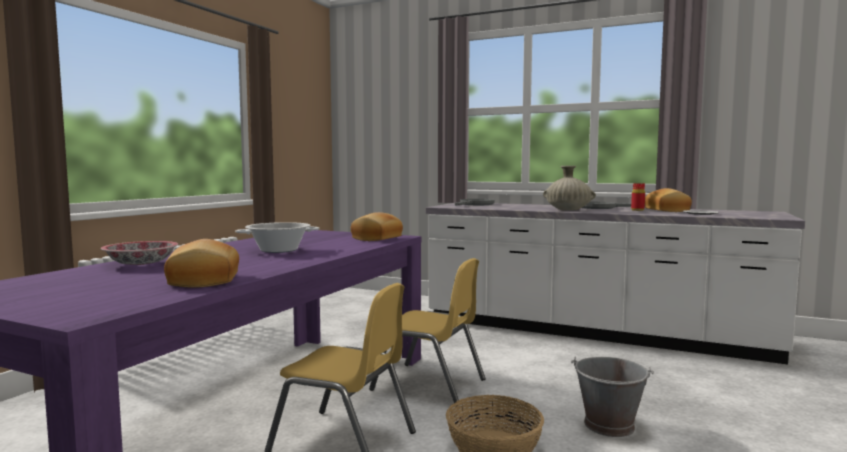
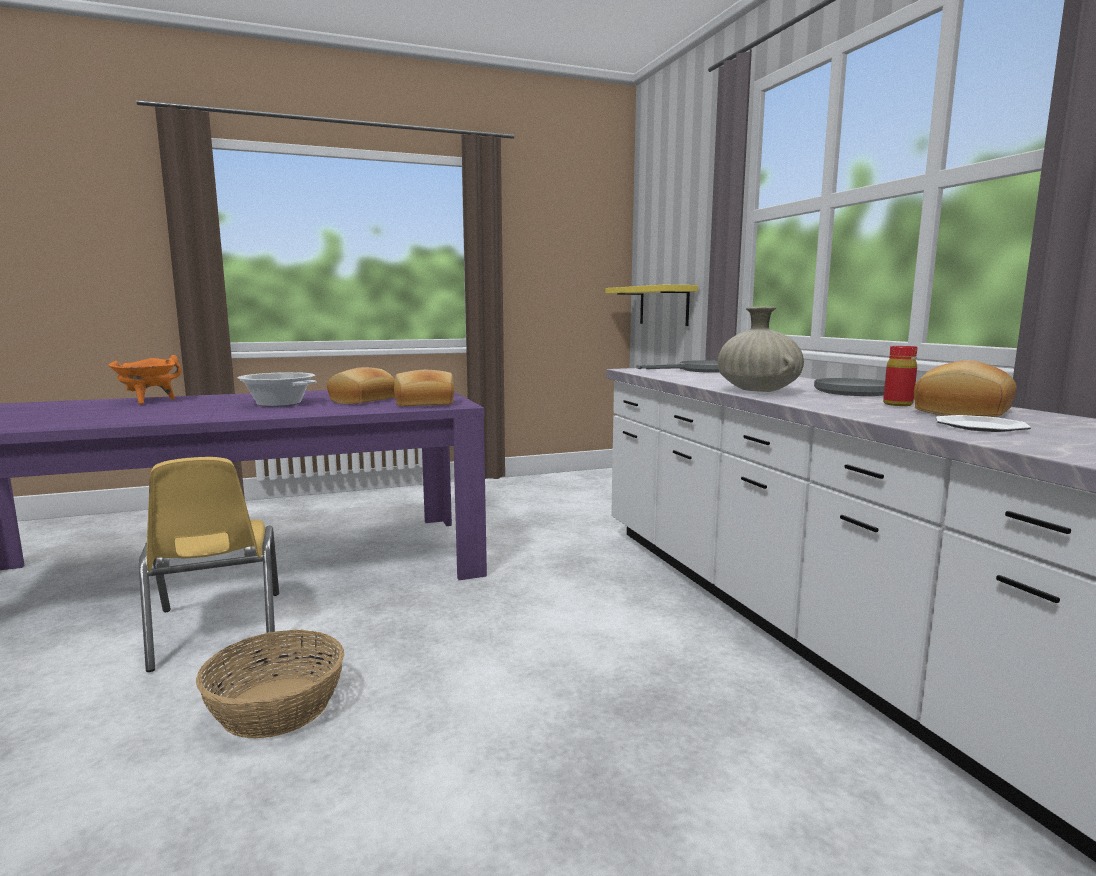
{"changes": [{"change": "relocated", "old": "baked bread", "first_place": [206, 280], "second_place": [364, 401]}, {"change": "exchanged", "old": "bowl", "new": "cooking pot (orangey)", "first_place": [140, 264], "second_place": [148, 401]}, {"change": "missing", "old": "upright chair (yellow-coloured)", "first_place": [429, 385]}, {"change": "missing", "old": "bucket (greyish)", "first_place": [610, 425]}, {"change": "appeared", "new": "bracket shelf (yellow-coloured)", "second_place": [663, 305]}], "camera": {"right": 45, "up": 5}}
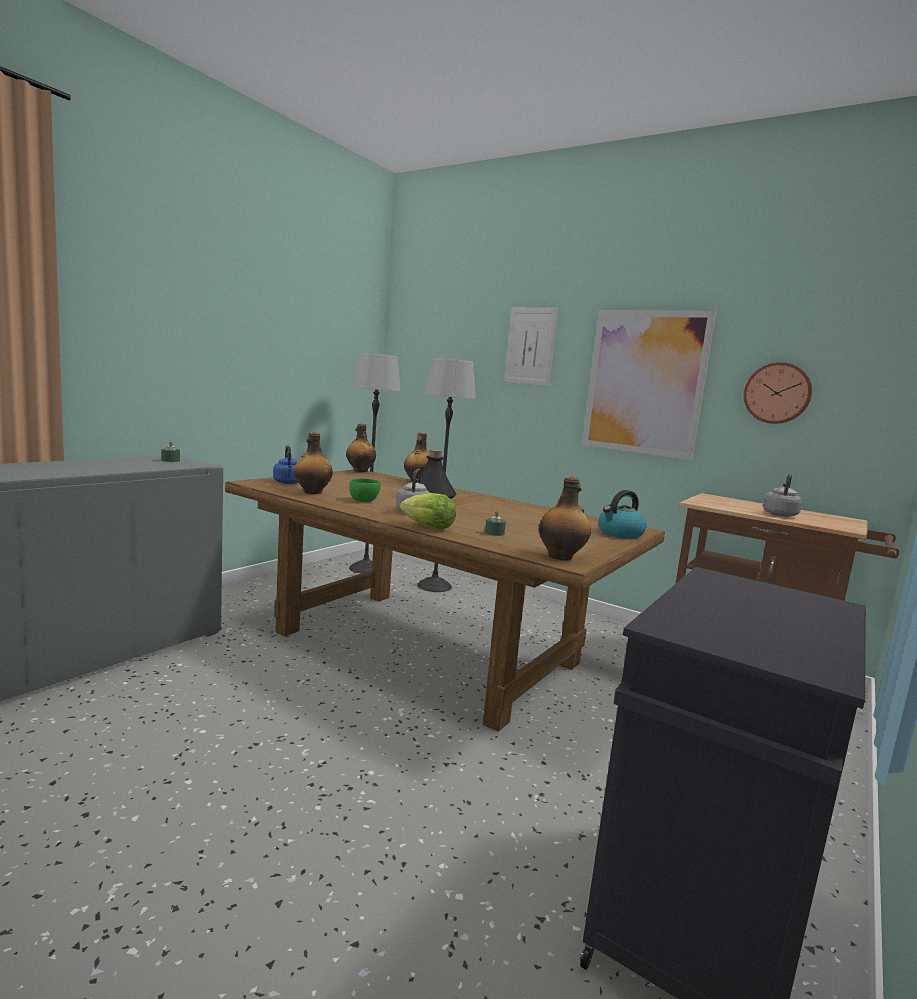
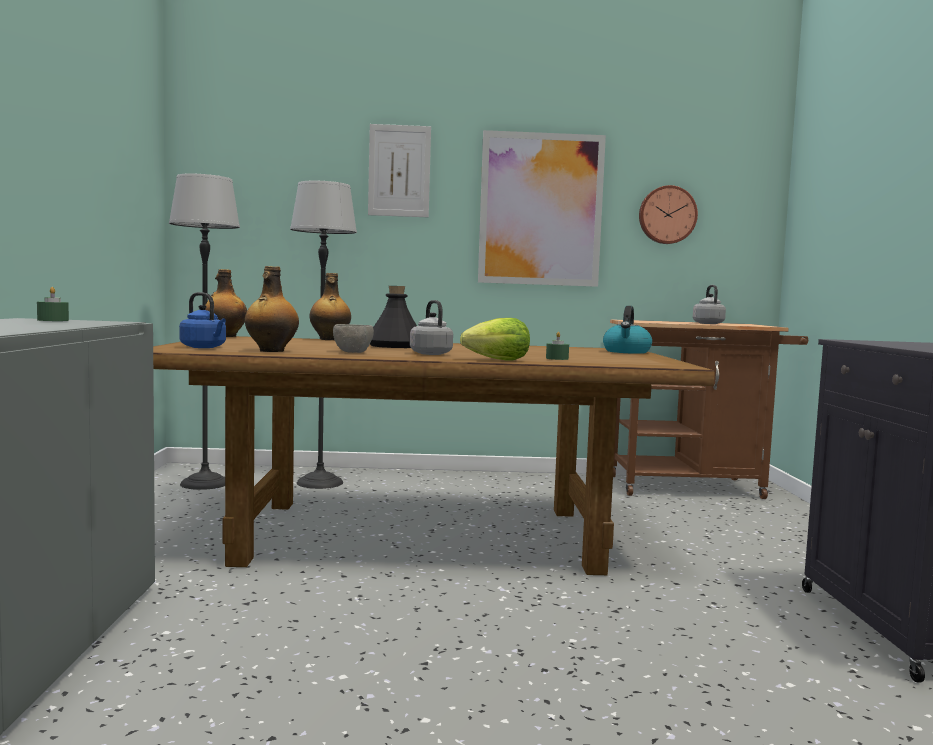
{"changes": [{"change": "missing", "old": "bottle", "first_place": [561, 557]}, {"change": "colour", "old": "bowl (green-coloured)", "new": "bowl (greyish)", "first_place": [363, 500], "second_place": [351, 352]}], "camera": {"right": -35, "up": -5}}
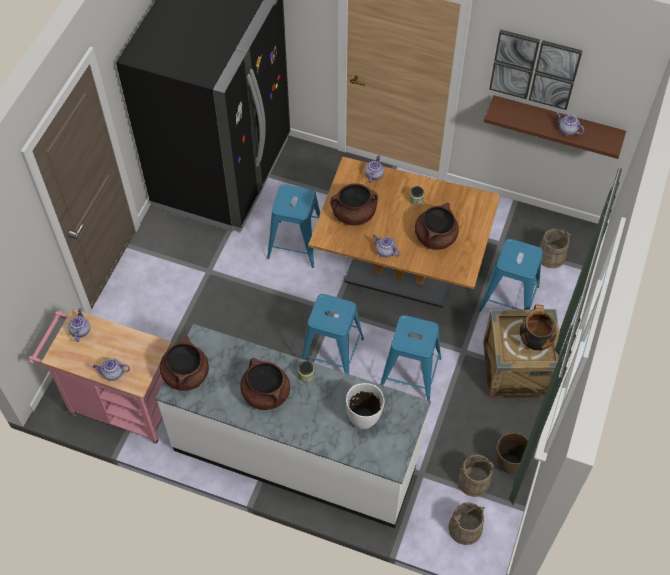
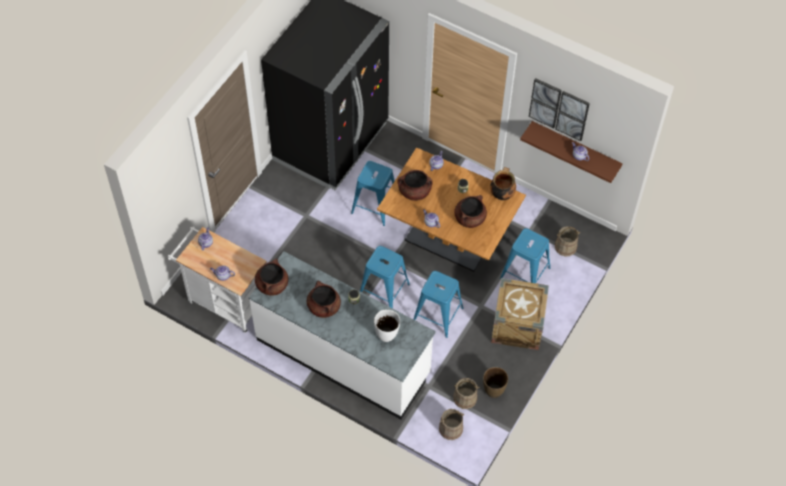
{"changes": [{"change": "relocated", "old": "cooking pot", "first_place": [534, 340], "second_place": [502, 194]}, {"change": "colour", "old": "trolley (pink)", "new": "trolley (whitish)", "first_place": [119, 404], "second_place": [224, 301]}], "camera": {"right": 10, "up": 0}}
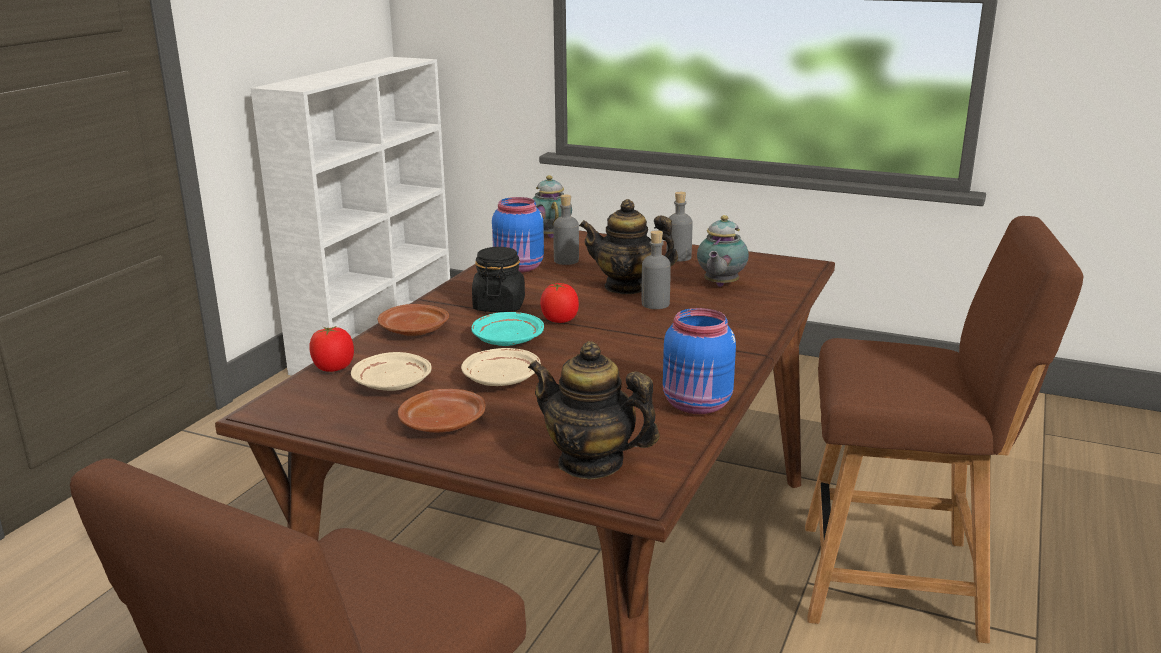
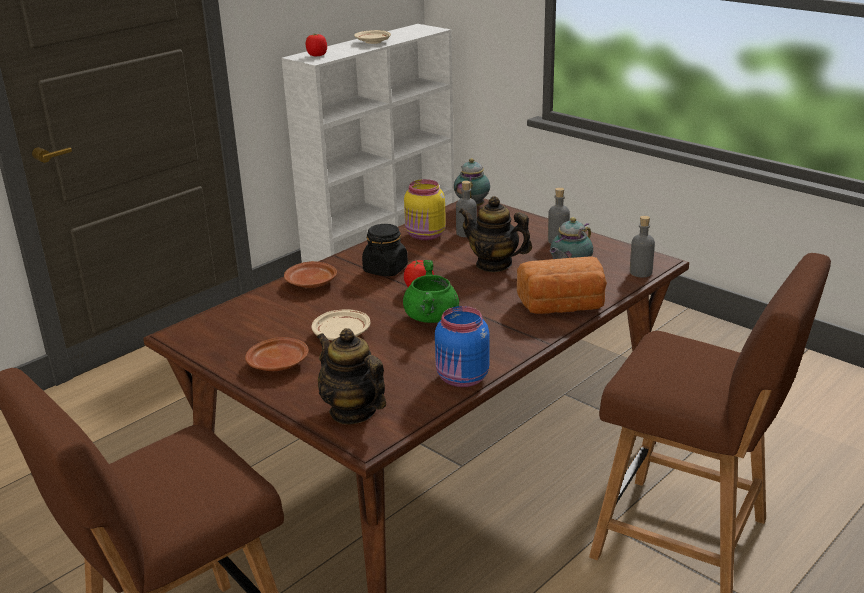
{"changes": [{"change": "colour", "old": "storage jar (blue-coloured)", "new": "storage jar (yellow-coloured)", "first_place": [519, 268], "second_place": [425, 236]}, {"change": "relocated", "old": "bottle (greyish)", "first_place": [655, 304], "second_place": [640, 272]}, {"change": "missing", "old": "plate (blue-green)", "first_place": [507, 340]}, {"change": "relocated", "old": "whole tomato", "first_place": [334, 368], "second_place": [317, 55]}, {"change": "relocated", "old": "plate (beige)", "first_place": [392, 384], "second_place": [373, 42]}, {"change": "appeared", "new": "baked bread", "second_place": [562, 307]}, {"change": "appeared", "new": "cooking pot (green-coloured)", "second_place": [432, 318]}], "camera": {"right": 20, "up": 5}}
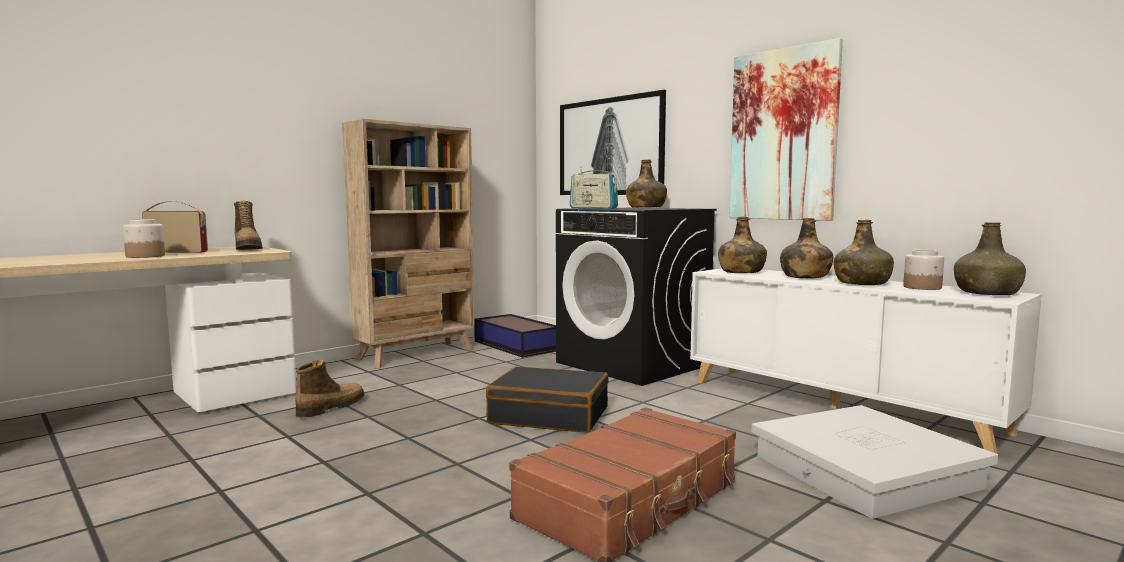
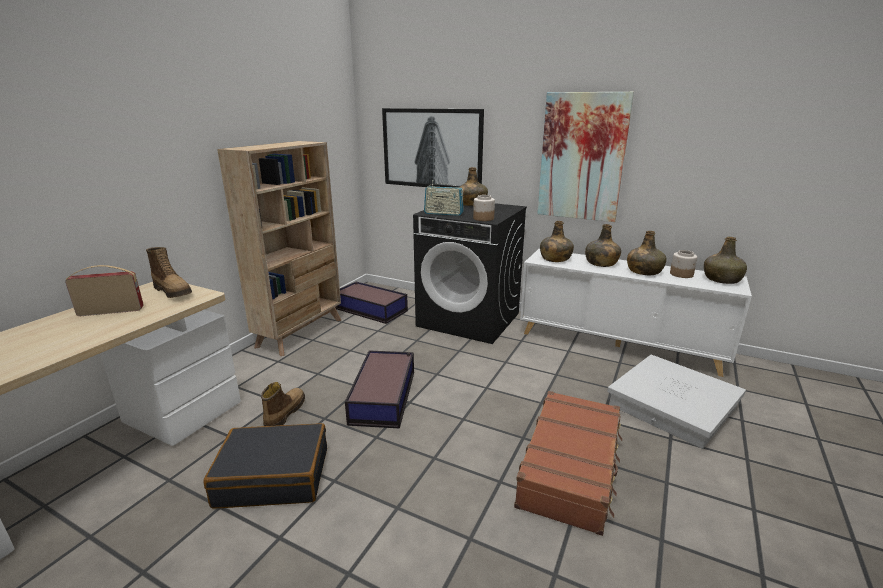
{"changes": [{"change": "relocated", "old": "storage jar", "first_place": [145, 256], "second_place": [483, 218]}, {"change": "relocated", "old": "travel case (black)", "first_place": [549, 415], "second_place": [273, 476]}, {"change": "appeared", "new": "storage container", "second_place": [384, 396]}], "camera": {"right": -20, "up": 15}}
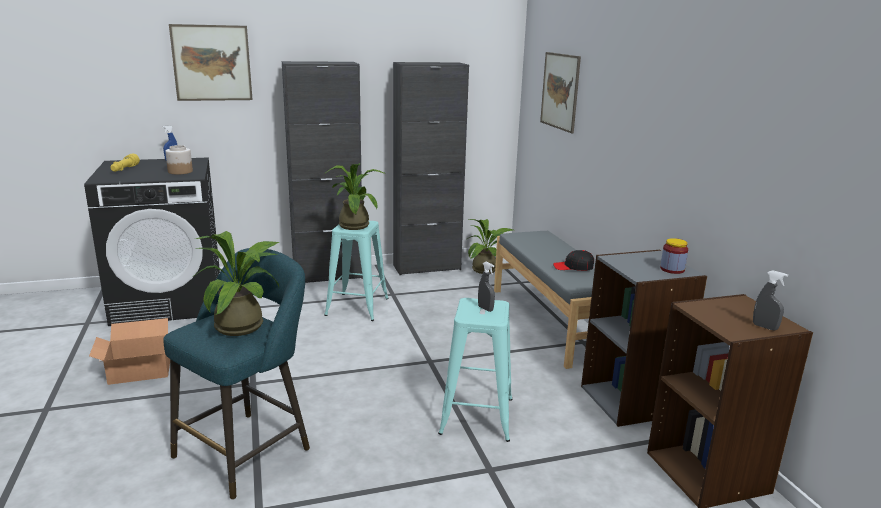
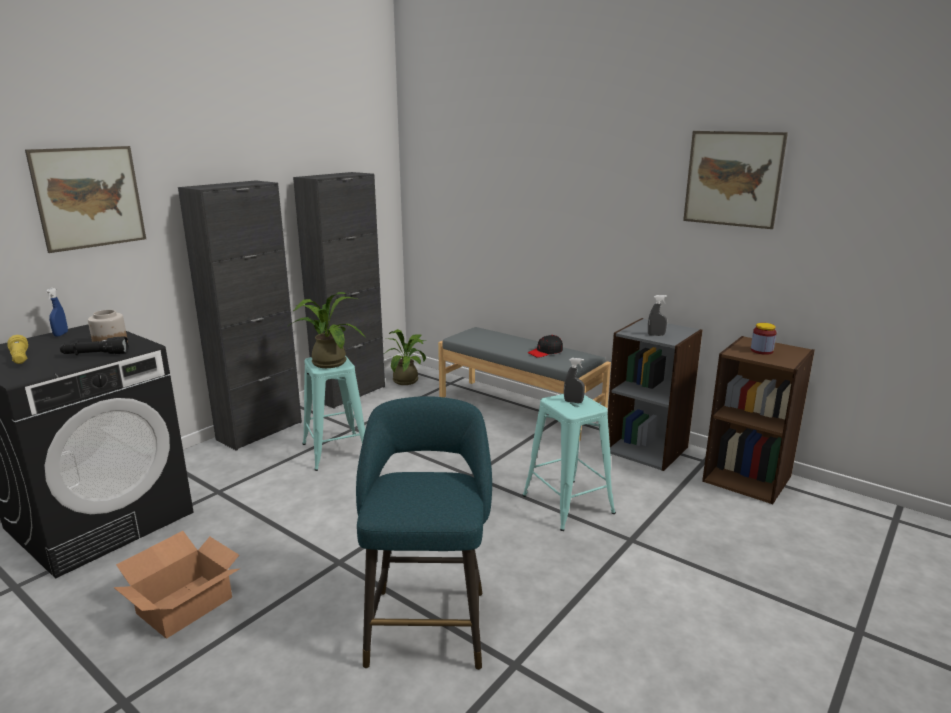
{"changes": [{"change": "relocated", "old": "wall art", "first_place": [560, 91], "second_place": [733, 179]}, {"change": "missing", "old": "houseplant", "first_place": [245, 325]}, {"change": "relocated", "old": "storage jar", "first_place": [672, 269], "second_place": [761, 351]}, {"change": "relocated", "old": "hand sprayer (greyish)", "first_place": [765, 327], "second_place": [656, 335]}, {"change": "appeared", "new": "torch (black)", "second_place": [95, 355]}], "camera": {"right": -35, "up": 0}}
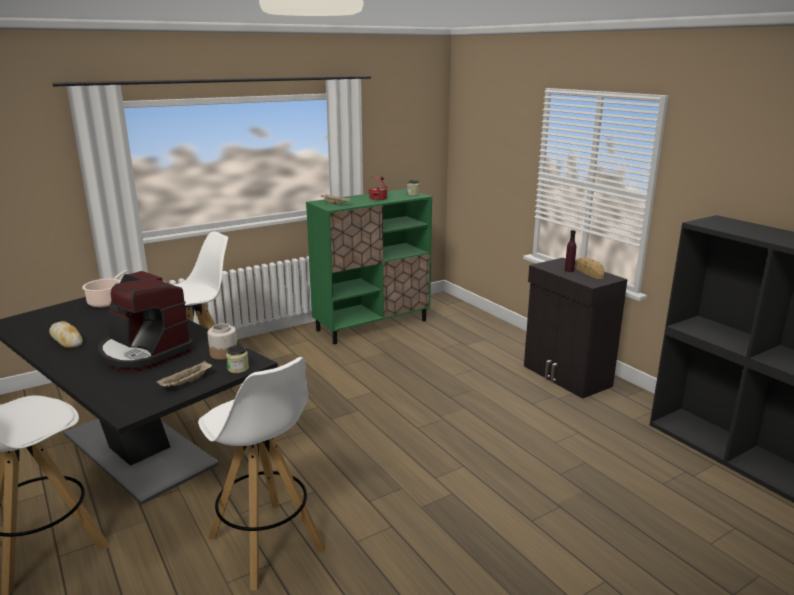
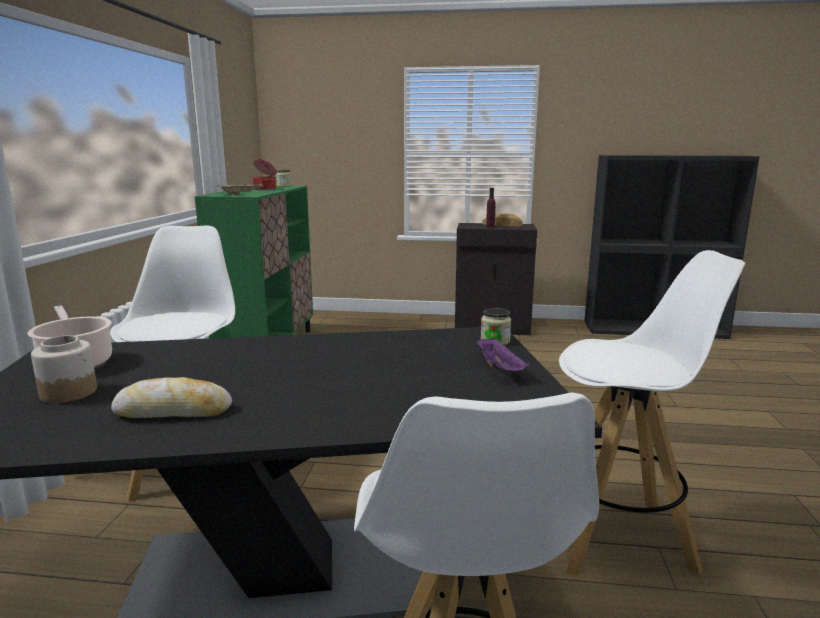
{"changes": [{"change": "missing", "old": "coffee brewer", "first_place": [144, 352]}, {"change": "relocated", "old": "storage jar", "first_place": [224, 353], "second_place": [69, 392]}, {"change": "colour", "old": "tray (beige)", "new": "tray (purple-coloured)", "first_place": [186, 383], "second_place": [500, 368]}], "camera": {"right": -50, "up": -5}}
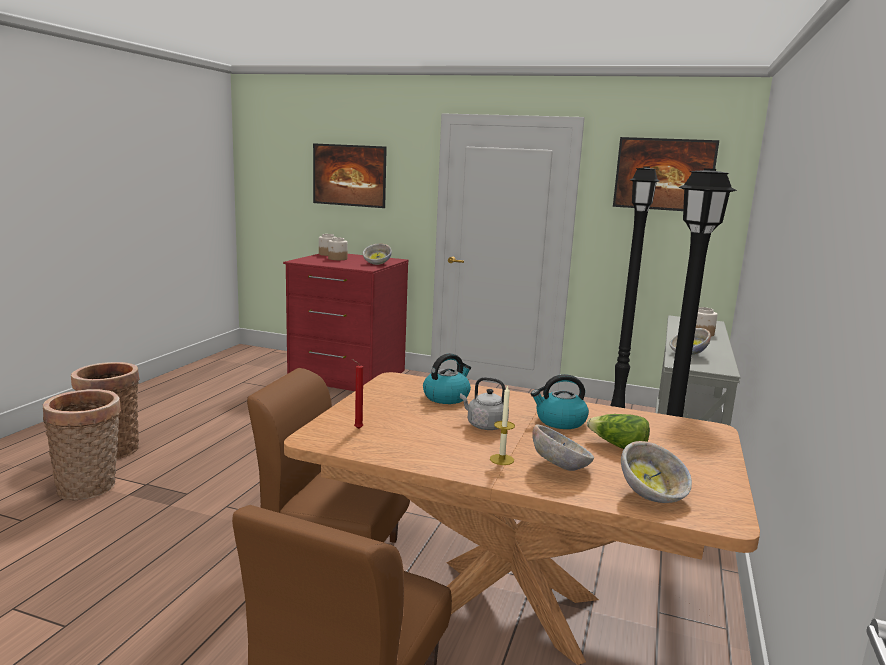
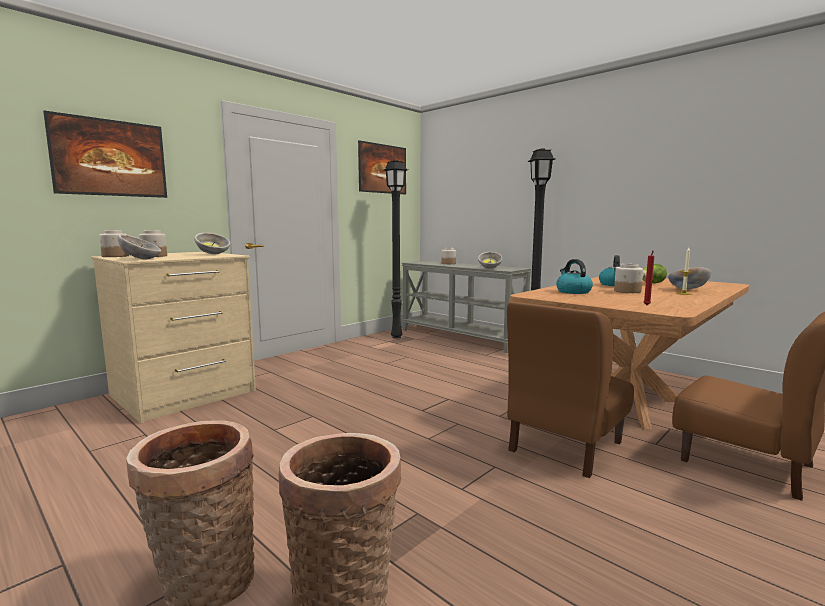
{"changes": [{"change": "colour", "old": "drawer chest (red)", "new": "drawer chest (beige)", "first_place": [347, 376], "second_place": [184, 394]}, {"change": "exchanged", "old": "kettle (greyish)", "new": "storage jar", "first_place": [484, 425], "second_place": [627, 291]}, {"change": "relocated", "old": "bowl", "first_place": [653, 495], "second_place": [141, 259]}], "camera": {"right": -65, "up": -5}}
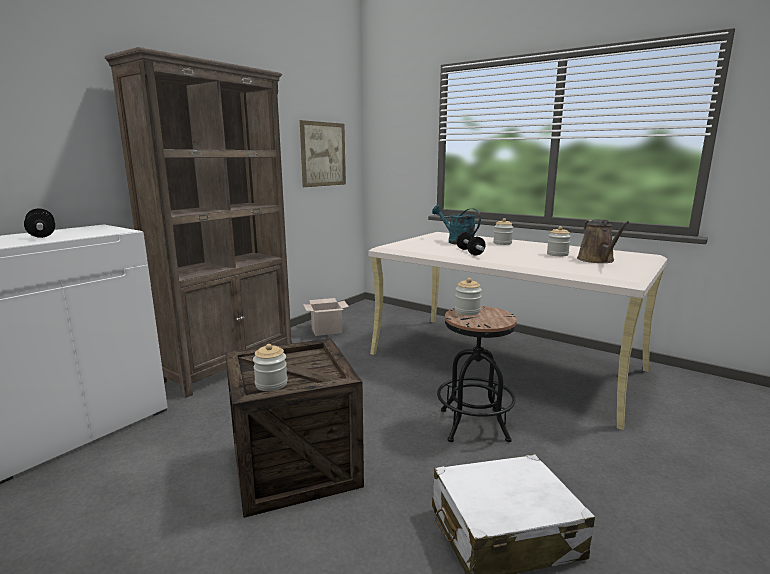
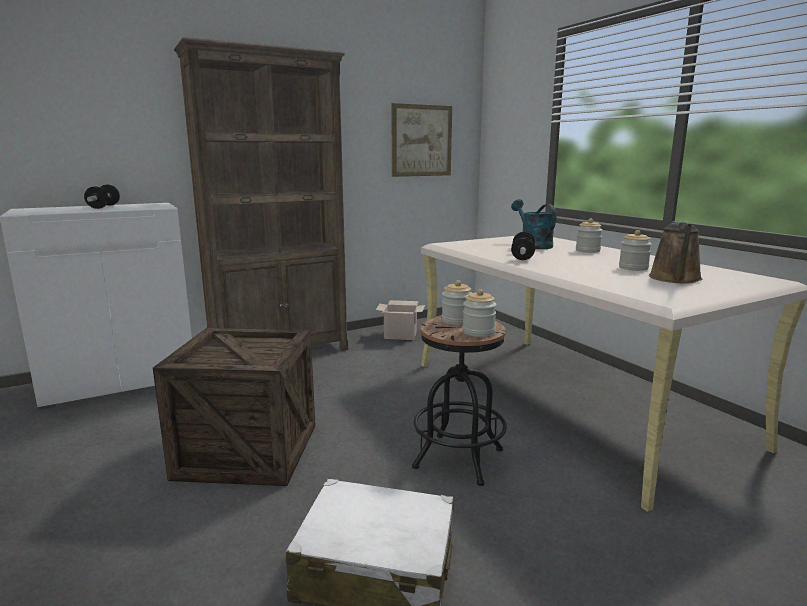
{"changes": [{"change": "relocated", "old": "storage jar", "first_place": [271, 384], "second_place": [478, 332]}], "camera": {"right": 25, "up": 0}}
